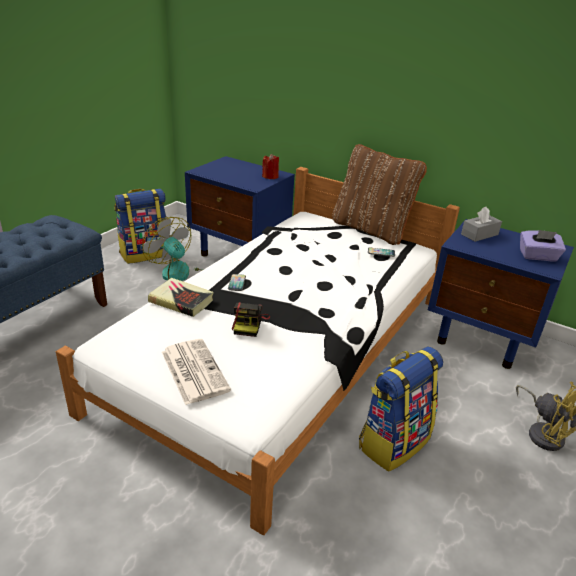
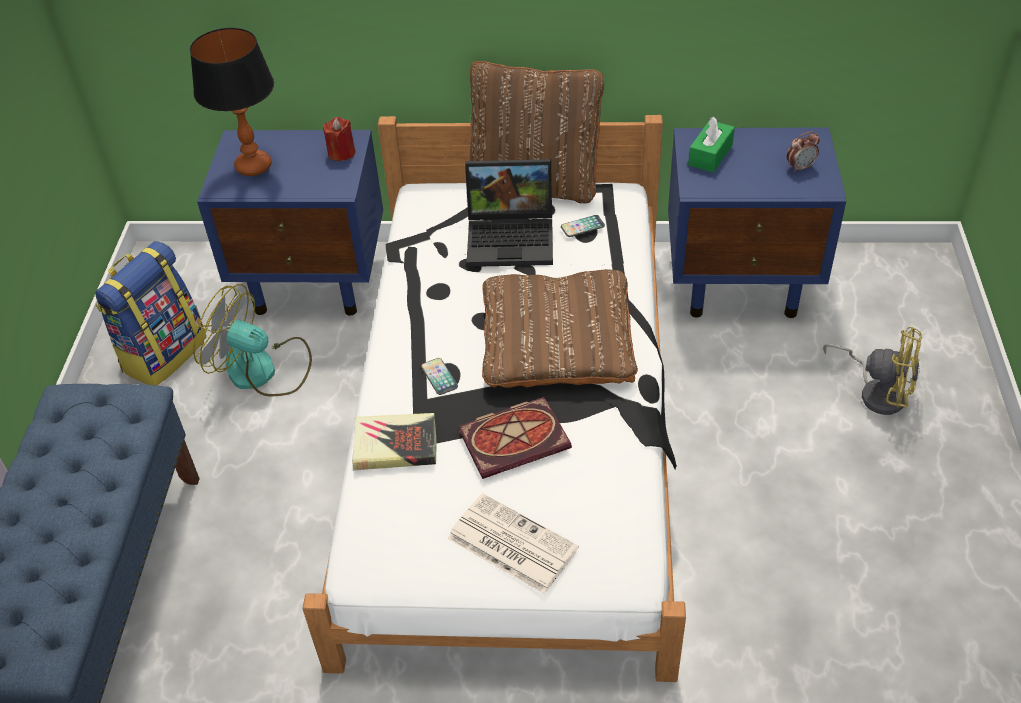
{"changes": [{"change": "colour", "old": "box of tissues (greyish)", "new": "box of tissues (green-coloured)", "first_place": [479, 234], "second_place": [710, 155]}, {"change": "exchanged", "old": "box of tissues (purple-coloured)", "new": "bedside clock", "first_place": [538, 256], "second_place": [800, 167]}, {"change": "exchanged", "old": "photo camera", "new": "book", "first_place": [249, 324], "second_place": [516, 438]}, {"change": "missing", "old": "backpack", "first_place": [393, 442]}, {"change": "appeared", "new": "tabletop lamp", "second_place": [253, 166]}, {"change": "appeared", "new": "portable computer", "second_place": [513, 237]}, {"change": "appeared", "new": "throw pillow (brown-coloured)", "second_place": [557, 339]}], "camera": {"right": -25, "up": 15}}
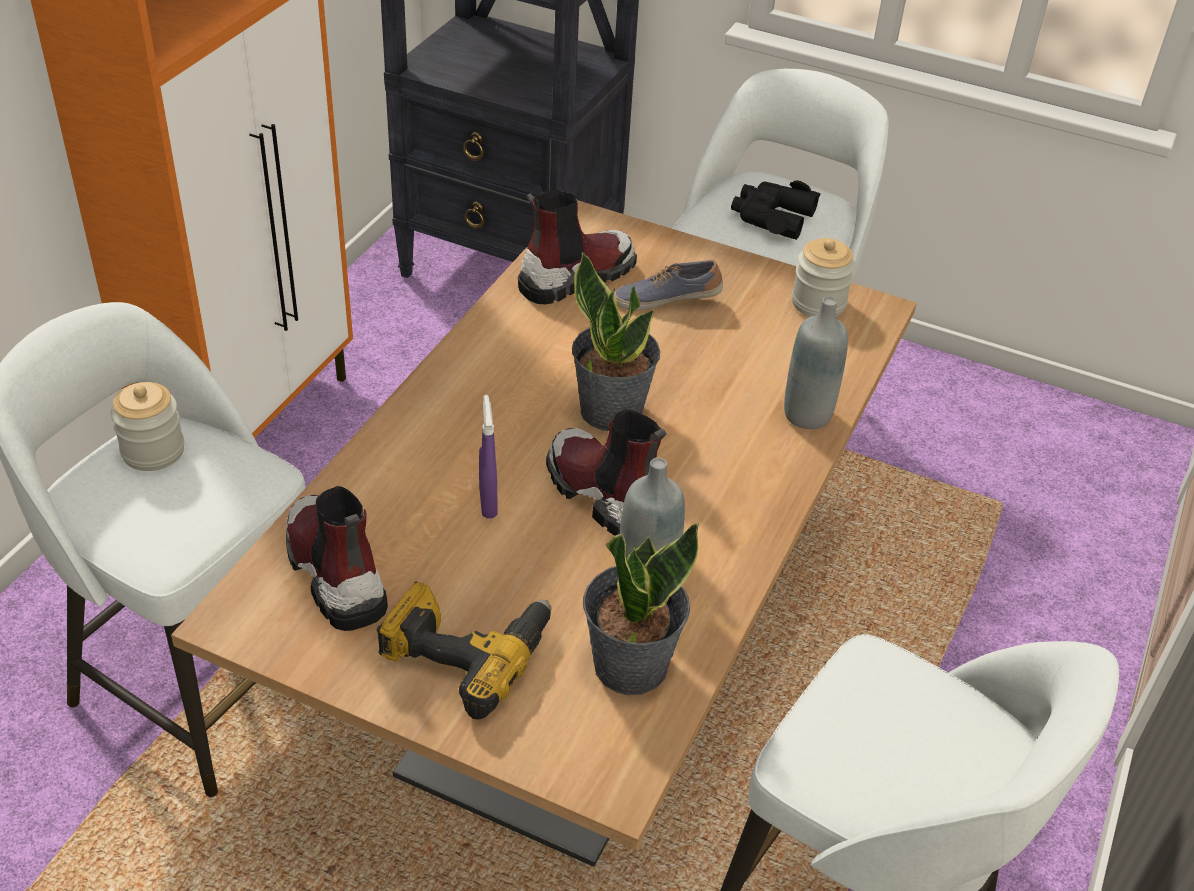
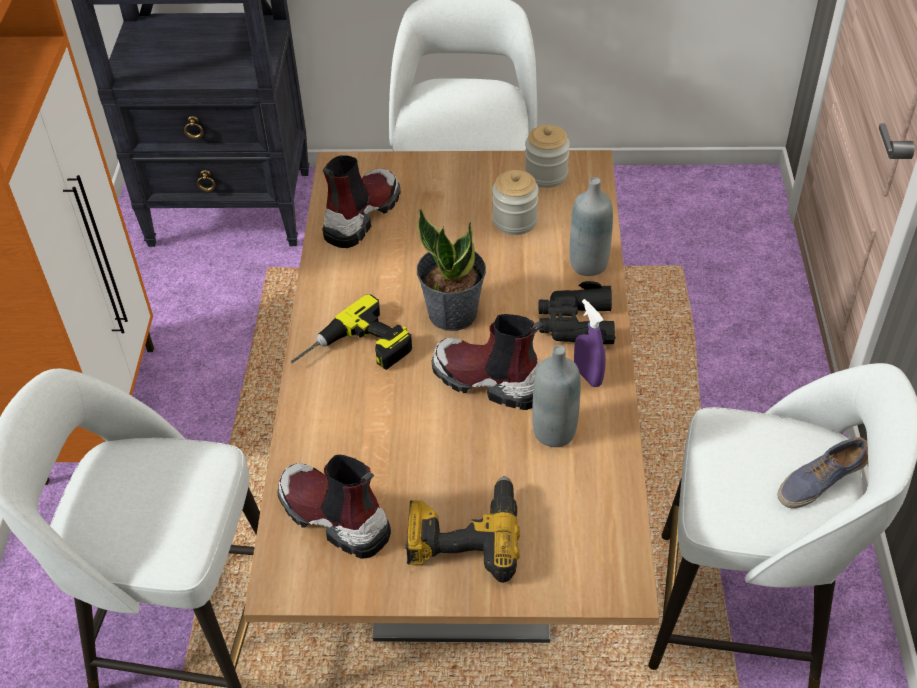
{"changes": [{"change": "relocated", "old": "pair of binoculars (black)", "first_place": [772, 217], "second_place": [576, 324]}, {"change": "relocated", "old": "low shoe", "first_place": [666, 299], "second_place": [819, 481]}, {"change": "relocated", "old": "storage jar", "first_place": [153, 451], "second_place": [515, 221]}, {"change": "relocated", "old": "hand sprayer (purple-coloured)", "first_place": [488, 503], "second_place": [588, 376]}, {"change": "missing", "old": "houseplant", "first_place": [629, 664]}, {"change": "appeared", "new": "electric drill", "second_place": [354, 353]}], "camera": {"right": -20, "up": 5}}
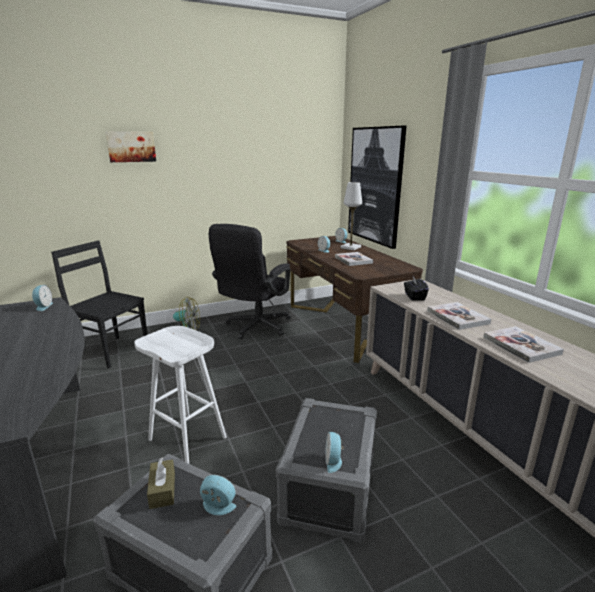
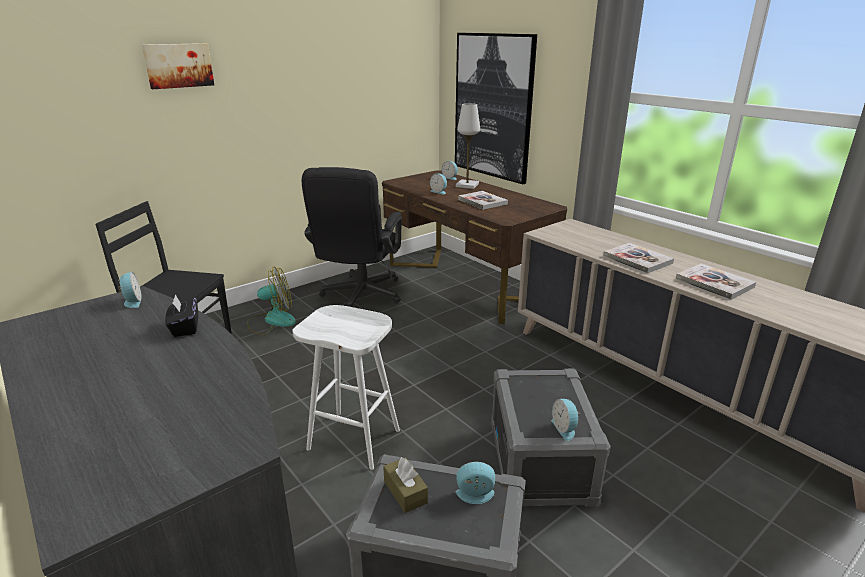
{"changes": [{"change": "relocated", "old": "box of tissues (black)", "first_place": [414, 297], "second_place": [185, 327]}], "camera": {"right": -15, "up": 5}}
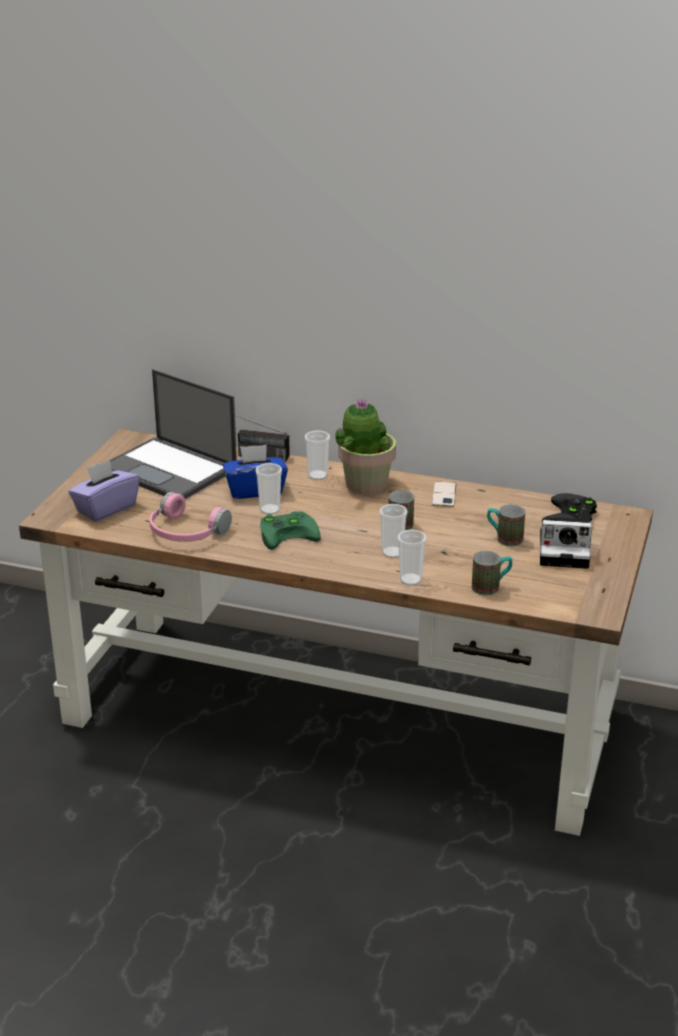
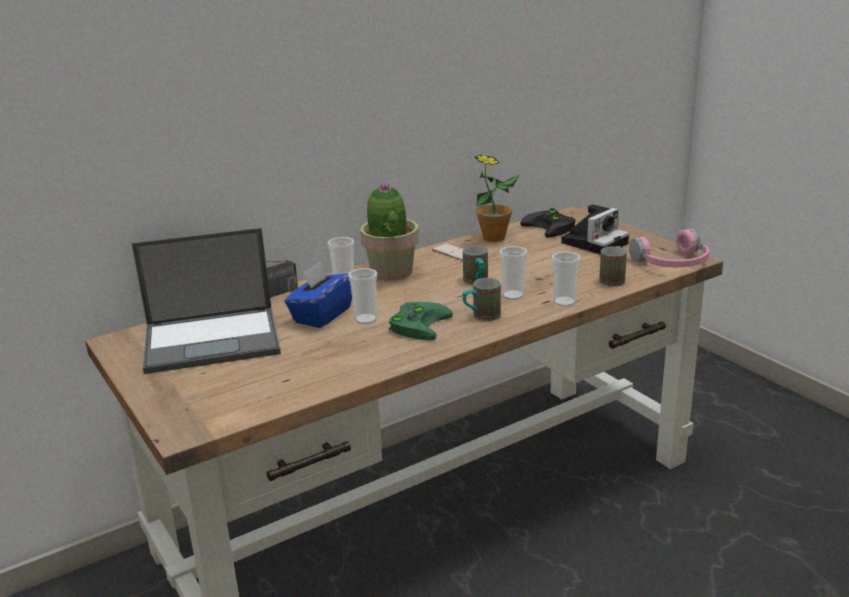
{"changes": [{"change": "missing", "old": "box of tissues (purple-coloured)", "first_place": [106, 508]}, {"change": "relocated", "old": "headphones (pink)", "first_place": [185, 532], "second_place": [673, 263]}, {"change": "relocated", "old": "mug", "first_place": [504, 538], "second_place": [481, 317]}, {"change": "appeared", "new": "houseplant", "second_place": [493, 238]}], "camera": {"right": -50, "up": -5}}
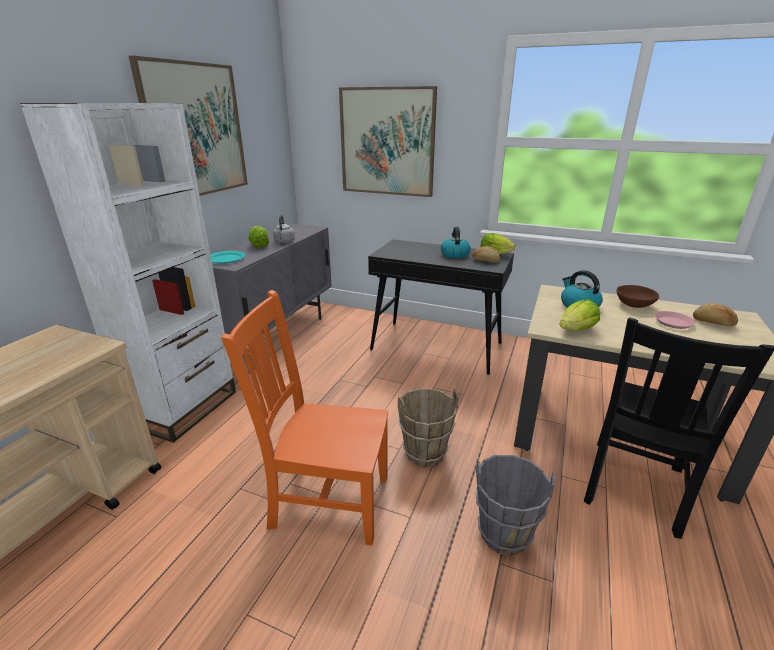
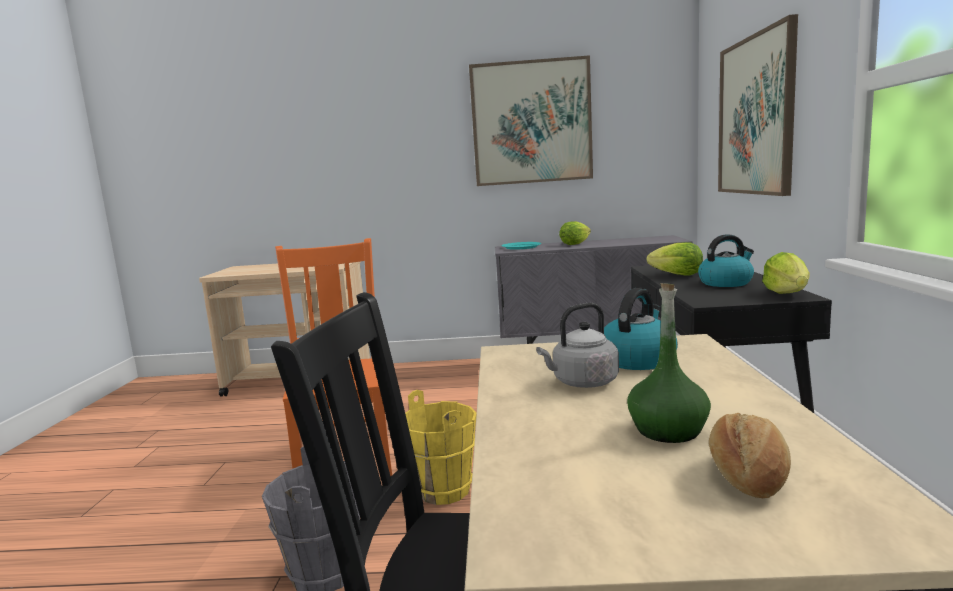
{"changes": [{"change": "missing", "old": "shelving unit (whitish)", "first_place": [184, 408]}, {"change": "relocated", "old": "kettle (greyish)", "first_place": [284, 242], "second_place": [582, 383]}, {"change": "missing", "old": "baked bread", "first_place": [485, 260]}, {"change": "missing", "old": "bowl (brown-coloured)", "first_place": [634, 305]}, {"change": "relocated", "old": "lettuce", "first_place": [577, 330], "second_place": [677, 275]}, {"change": "exchanged", "old": "plate (pink)", "new": "bottle (green-coloured)", "first_place": [672, 322], "second_place": [667, 430]}, {"change": "colour", "old": "bucket (brown-coloured)", "new": "bucket (yellow-coloured)", "first_place": [424, 452], "second_place": [444, 490]}], "camera": {"right": 70, "up": -15}}
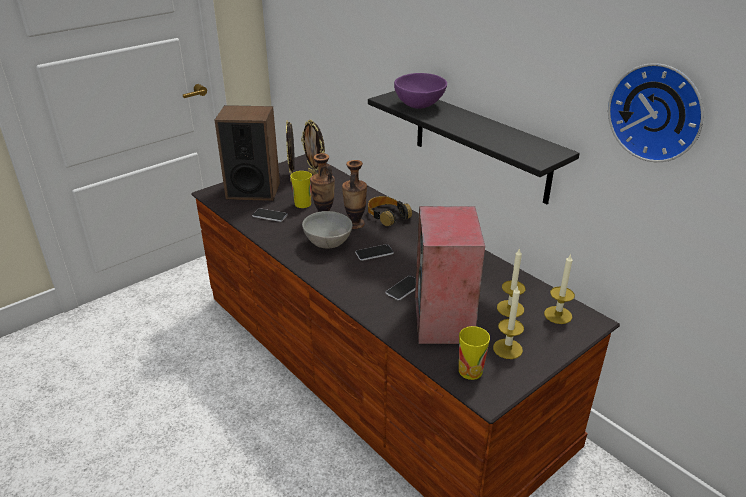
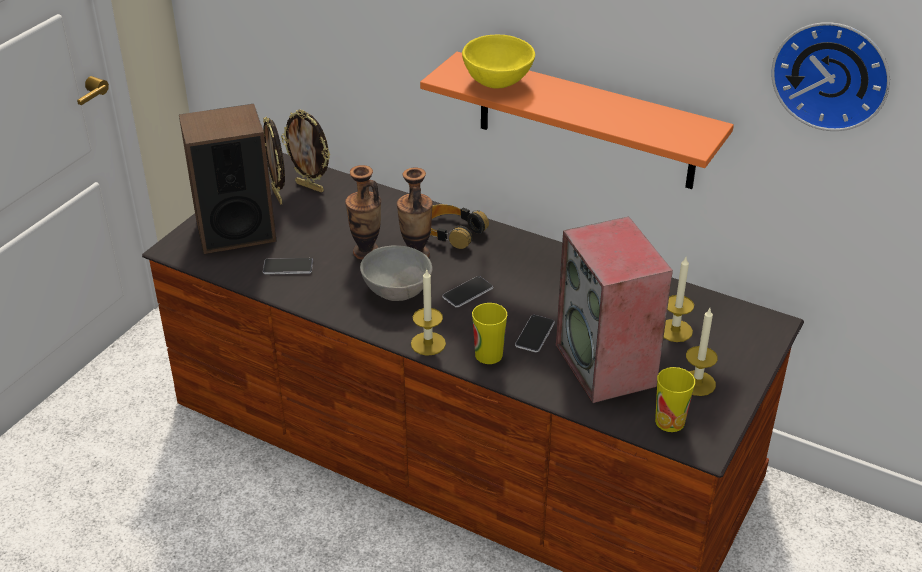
{"changes": [{"change": "colour", "old": "bowl (purple-coloured)", "new": "bowl (yellow-coloured)", "first_place": [420, 105], "second_place": [499, 82]}, {"change": "colour", "old": "bracket shelf (black)", "new": "bracket shelf (orangey)", "first_place": [480, 144], "second_place": [586, 121]}, {"change": "relocated", "old": "drinking cup", "first_place": [303, 204], "second_place": [488, 355]}, {"change": "relocated", "old": "wax candle", "first_place": [558, 315], "second_place": [428, 343]}], "camera": {"right": -20, "up": 5}}
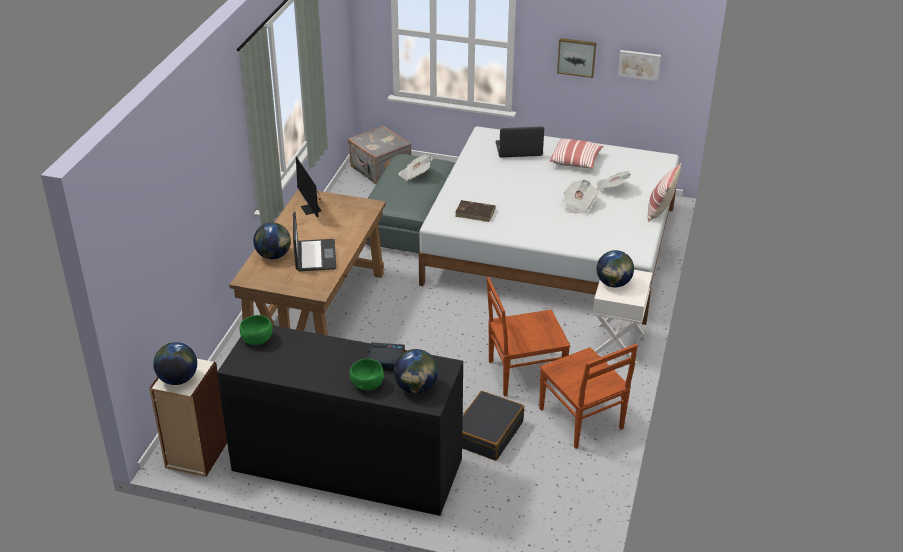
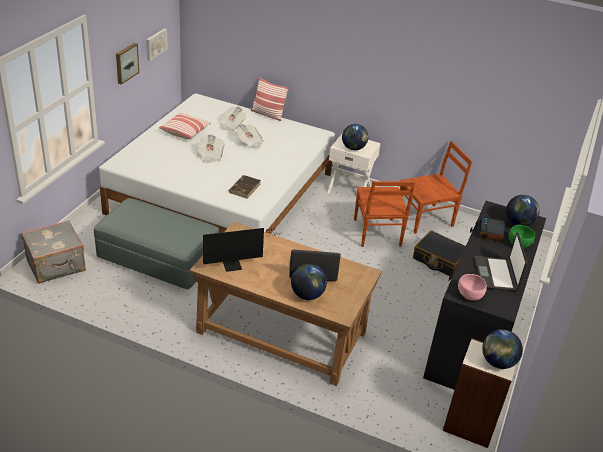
{"changes": [{"change": "relocated", "old": "portable computer", "first_place": [518, 150], "second_place": [496, 274]}, {"change": "relocated", "old": "daily paper", "first_place": [415, 175], "second_place": [210, 156]}, {"change": "colour", "old": "bowl (green-coloured)", "new": "bowl (pink)", "first_place": [257, 340], "second_place": [469, 295]}], "camera": {"right": -85, "up": 0}}
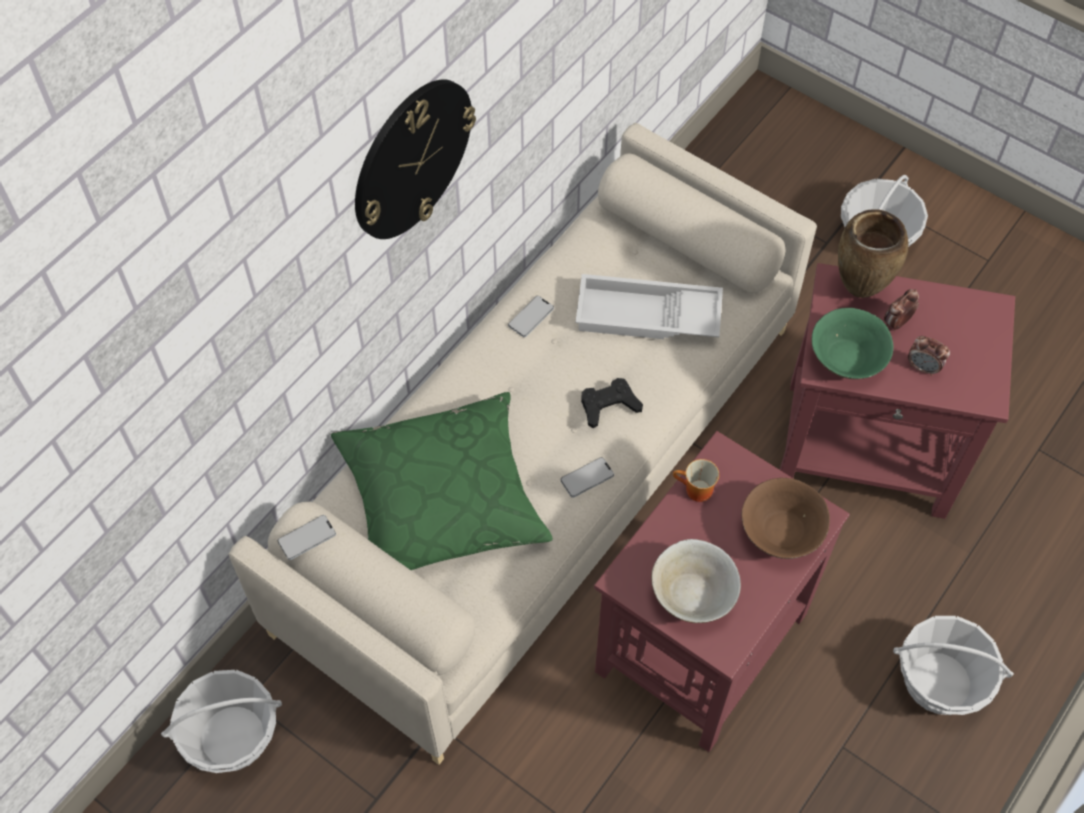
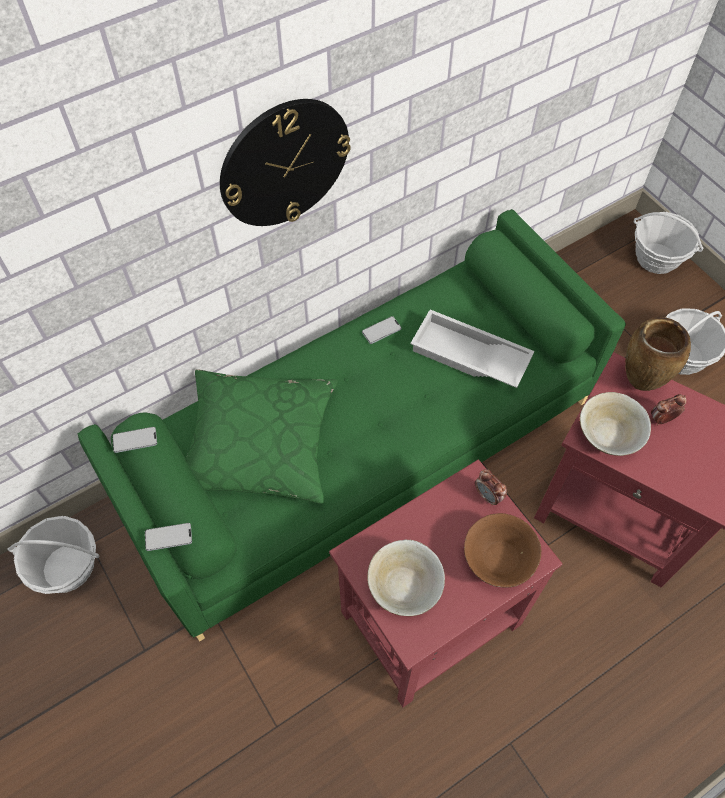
{"changes": [{"change": "colour", "old": "sofa (beige)", "new": "sofa (green-coloured)", "first_place": [541, 472], "second_place": [363, 449]}, {"change": "colour", "old": "bowl (green-coloured)", "new": "bowl (beige)", "first_place": [846, 359], "second_place": [608, 435]}, {"change": "relocated", "old": "bedside clock", "first_place": [923, 367], "second_place": [488, 496]}, {"change": "missing", "old": "game controller (black)", "first_place": [609, 405]}, {"change": "relocated", "old": "phone", "first_place": [587, 478], "second_place": [168, 537]}, {"change": "missing", "old": "mug", "first_place": [695, 491]}, {"change": "relocated", "old": "basket", "first_place": [939, 682], "second_place": [656, 258]}], "camera": {"right": 20, "up": 0}}
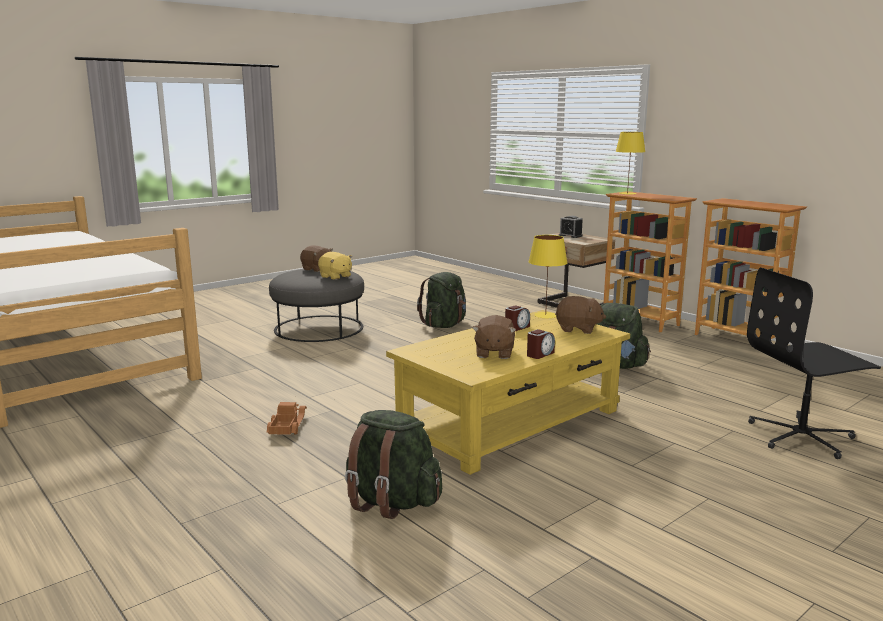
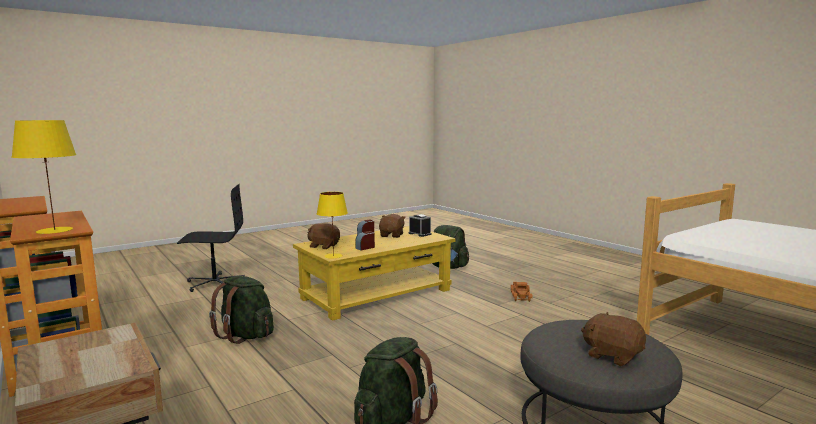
{"changes": [{"change": "relocated", "old": "bedside clock", "first_place": [570, 236], "second_place": [419, 234]}, {"change": "missing", "old": "soft toy (yellow-coloured)", "first_place": [335, 277]}], "camera": {"right": -175, "up": -5}}
